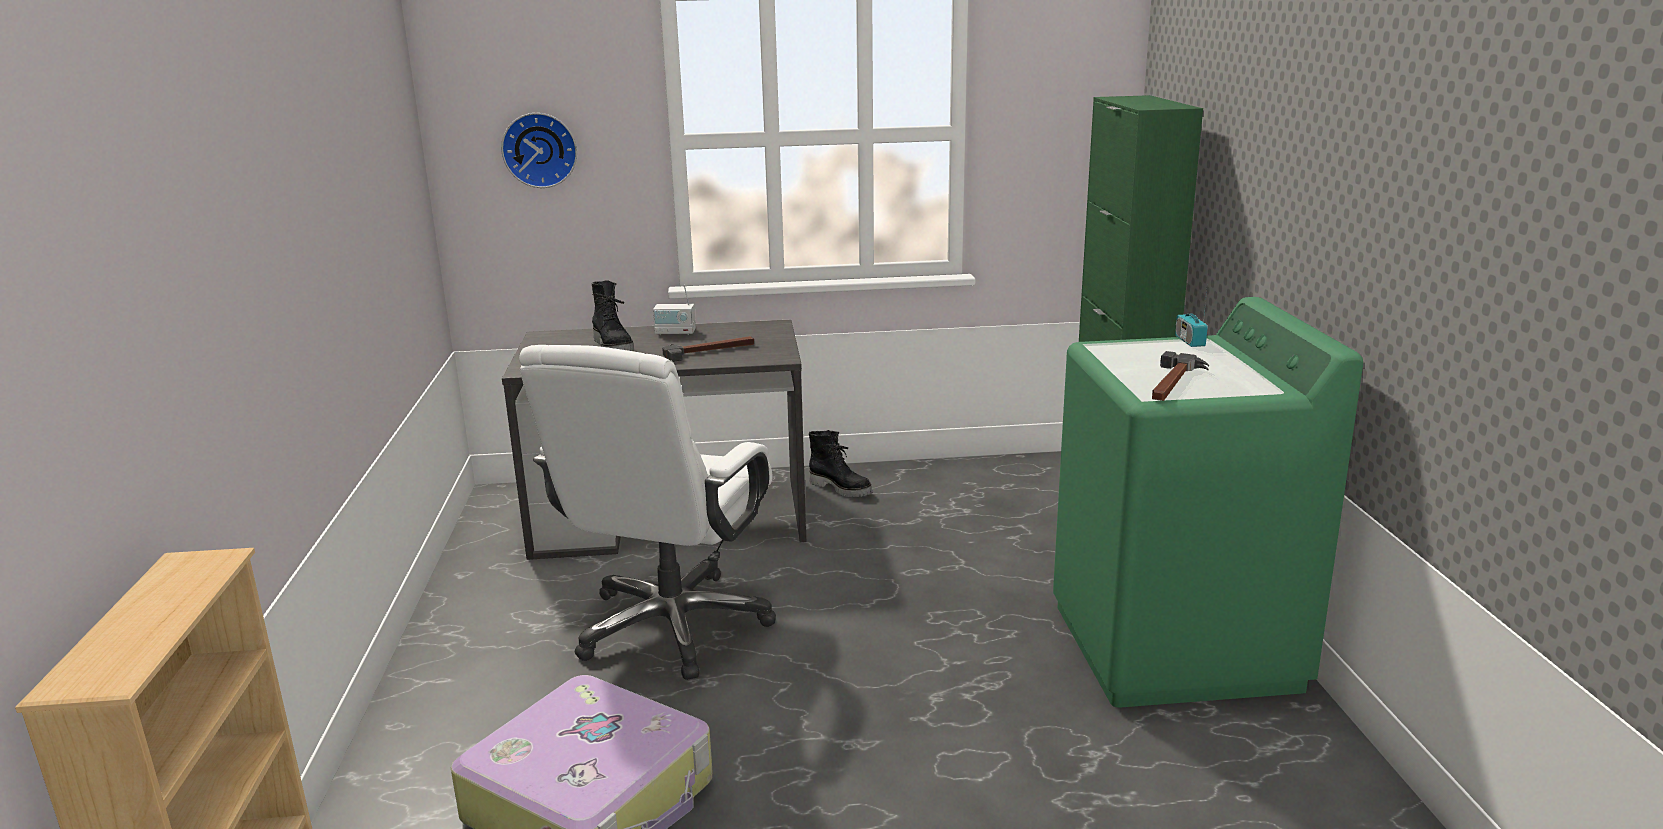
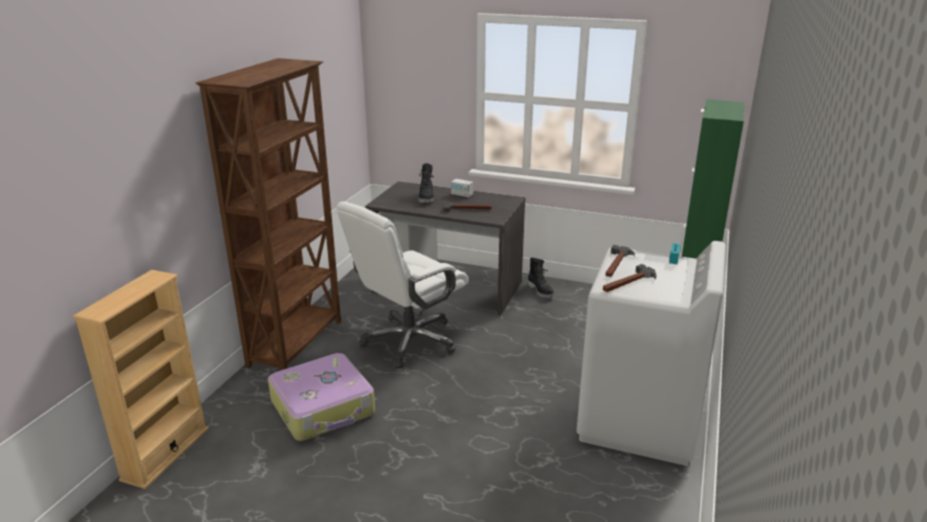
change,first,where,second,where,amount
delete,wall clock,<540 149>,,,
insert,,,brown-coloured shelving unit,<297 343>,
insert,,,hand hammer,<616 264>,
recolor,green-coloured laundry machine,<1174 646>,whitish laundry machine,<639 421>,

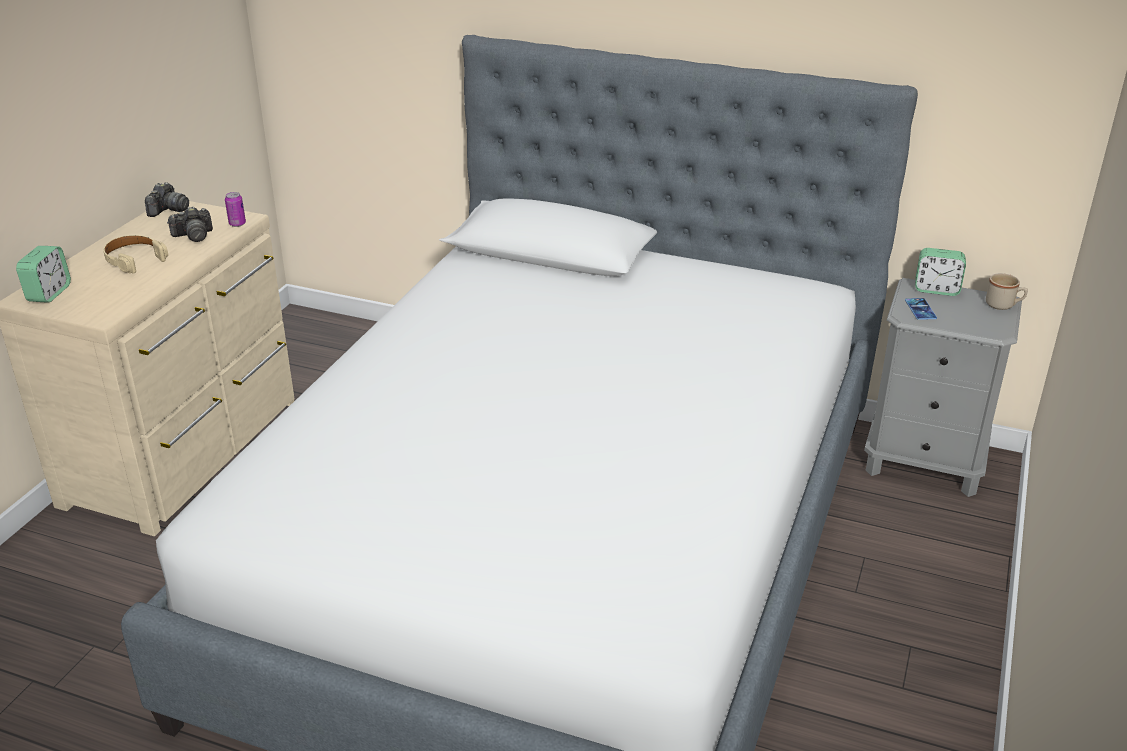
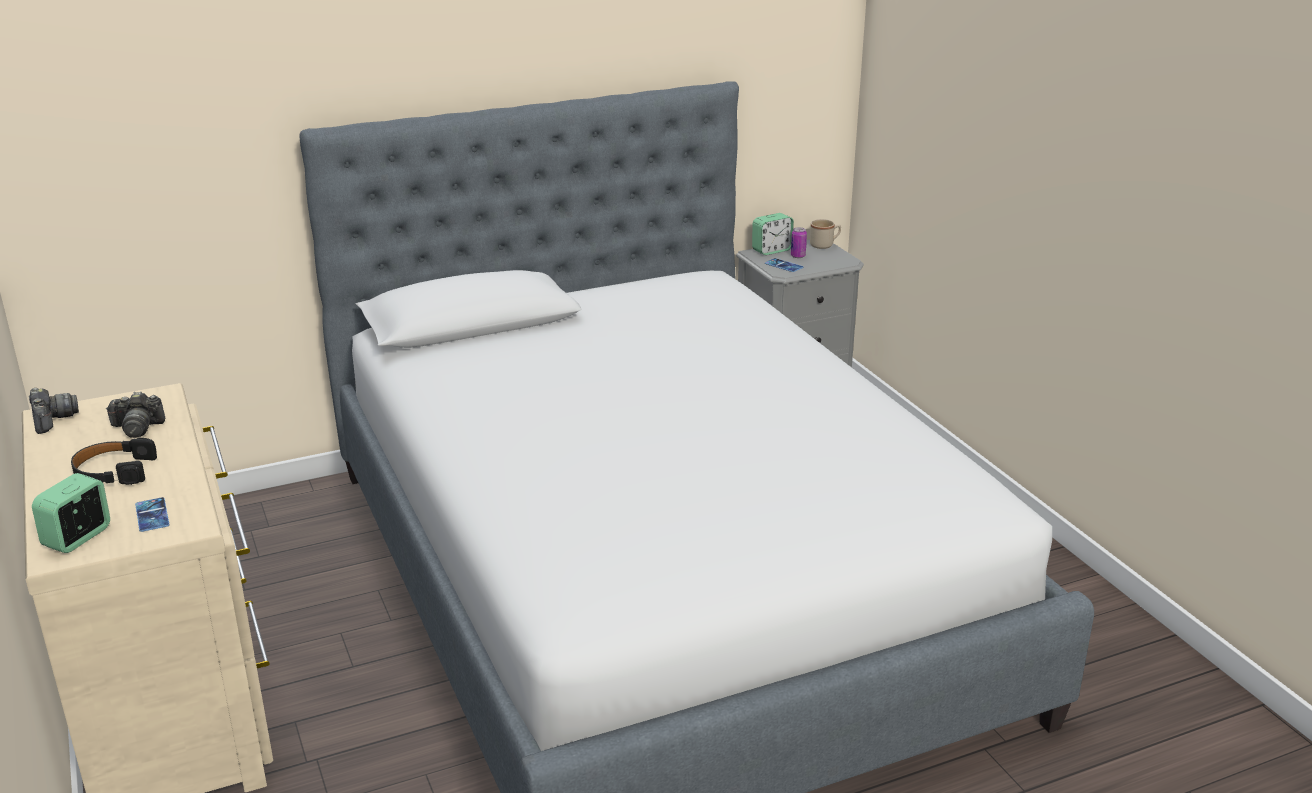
change,first,where,second,where,amount
insert,,,telephone,<152 515>,
move,metal can,<237 224>,,<798 256>,
recolor,beige headphones,<134 259>,black-coloured headphones,<114 471>,
rotate,alarm clock,<49 293>,,<78 537>,120 degrees counterclockwise
rotate,still camera,<193 236>,,<137 428>,60 degrees clockwise

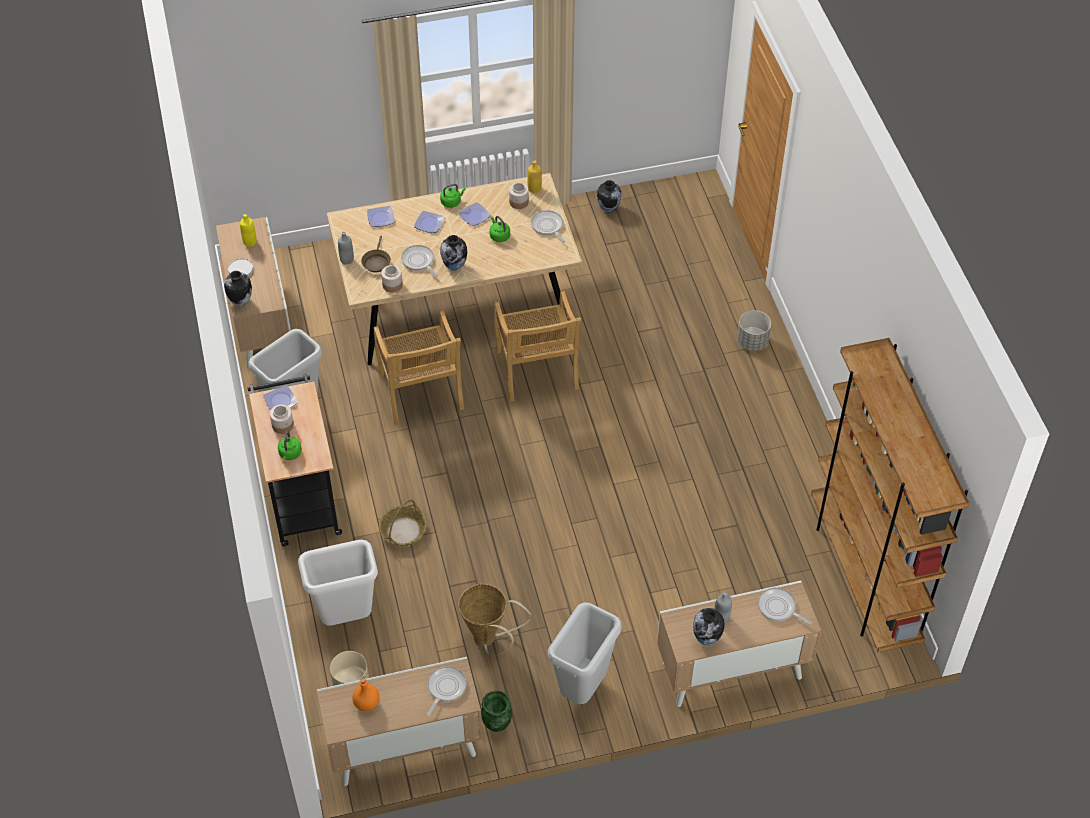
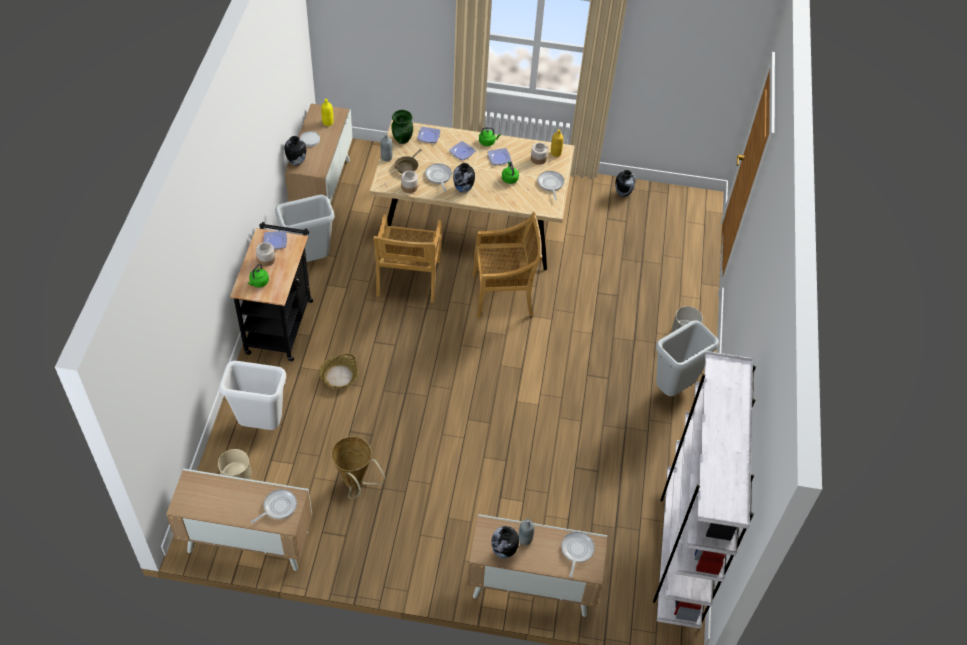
change,first,where,second,where,amount
delete,orange bottle,<366 703>,,,
move,green-coloured decorative vase,<497 724>,,<402 139>,
move,greyish rubbish bin,<583 689>,,<674 389>,
recolor,brown-coloured shelving unit,<863 576>,whitish shelving unit,<680 553>,
rotate,beige upright chair,<537 371>,,<504 294>,105 degrees counterclockwise
rotate,pan,<778 608>,,<576 551>,45 degrees clockwise

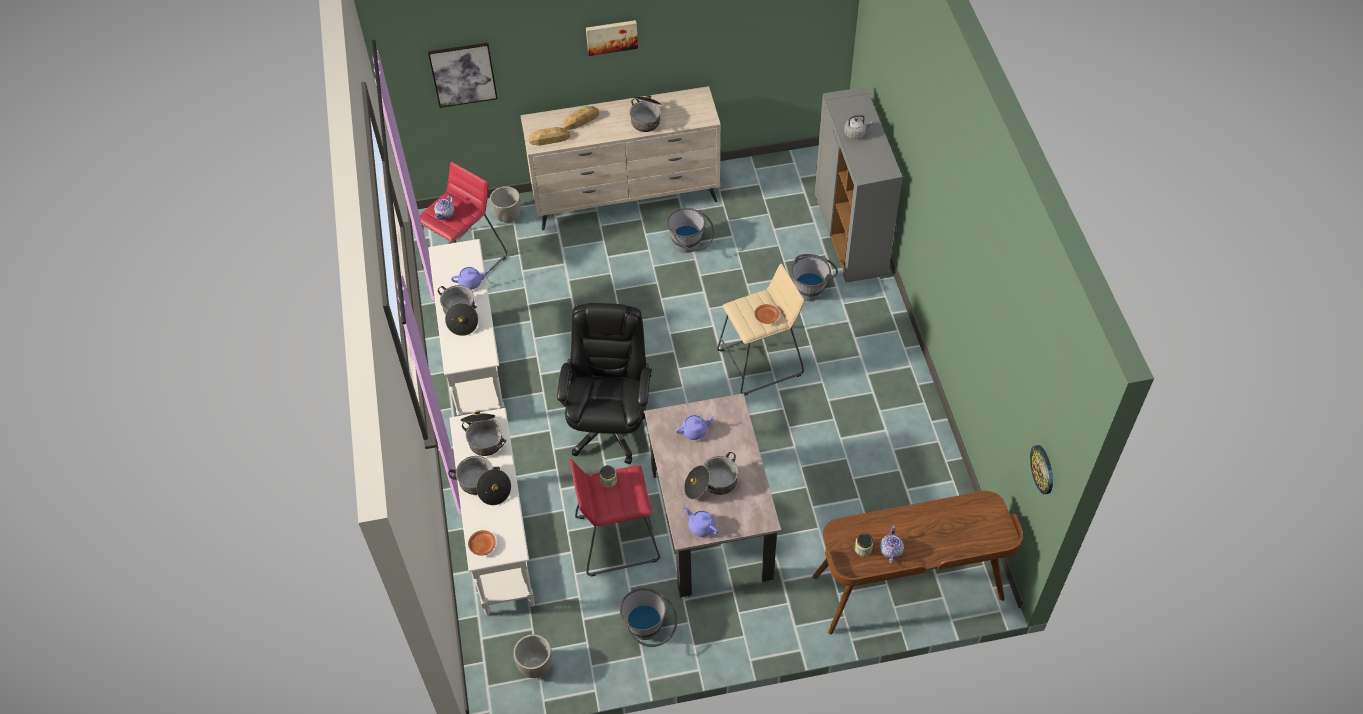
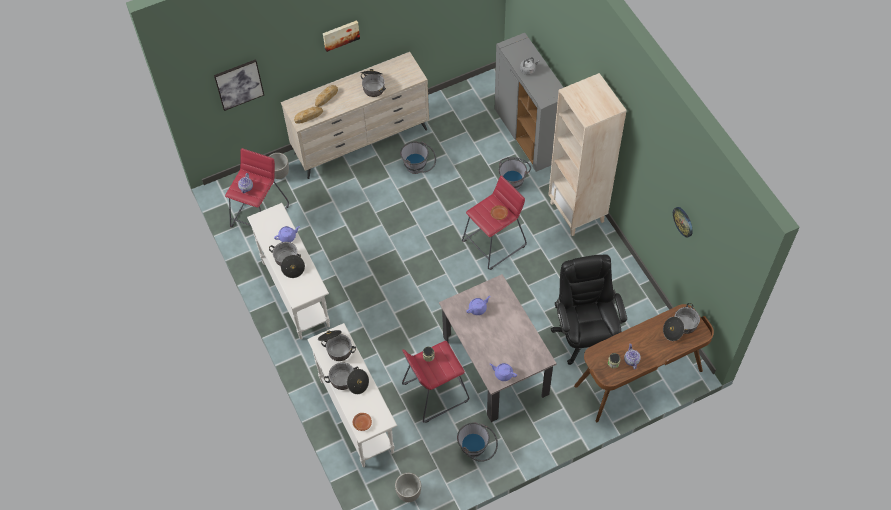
change,first,where,second,where,amount
insert,,,beige shelving unit,<577 212>,
move,black-coloured computer chair,<610 424>,,<585 335>,
move,cooking pot,<711 484>,,<680 327>,
move,wall clock,<1043 469>,,<683 221>,
recolor,beige stool,<760 362>,reddish stool,<494 243>,

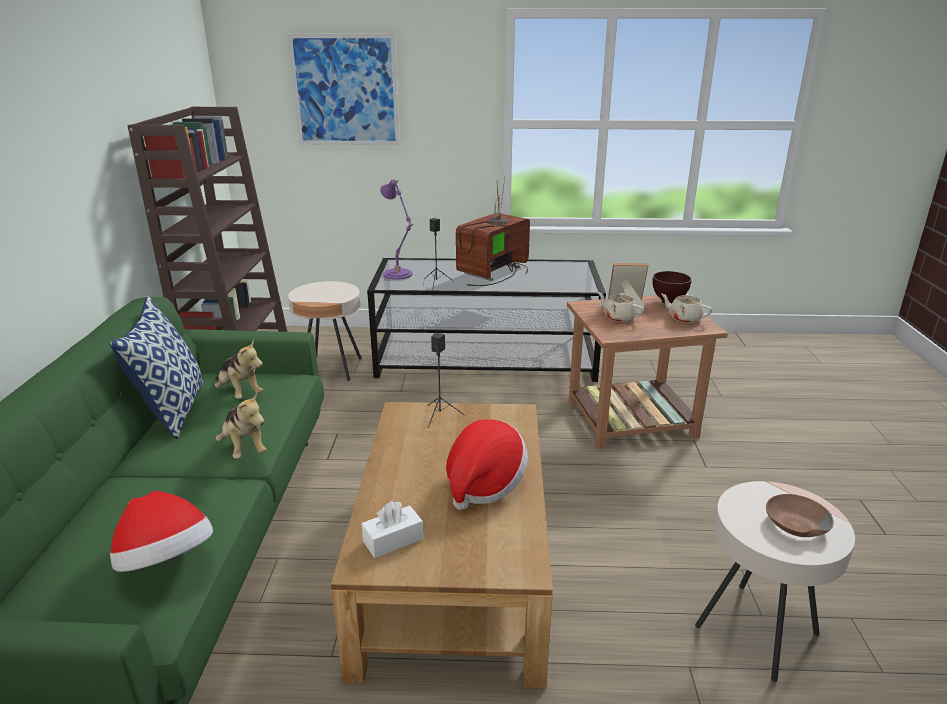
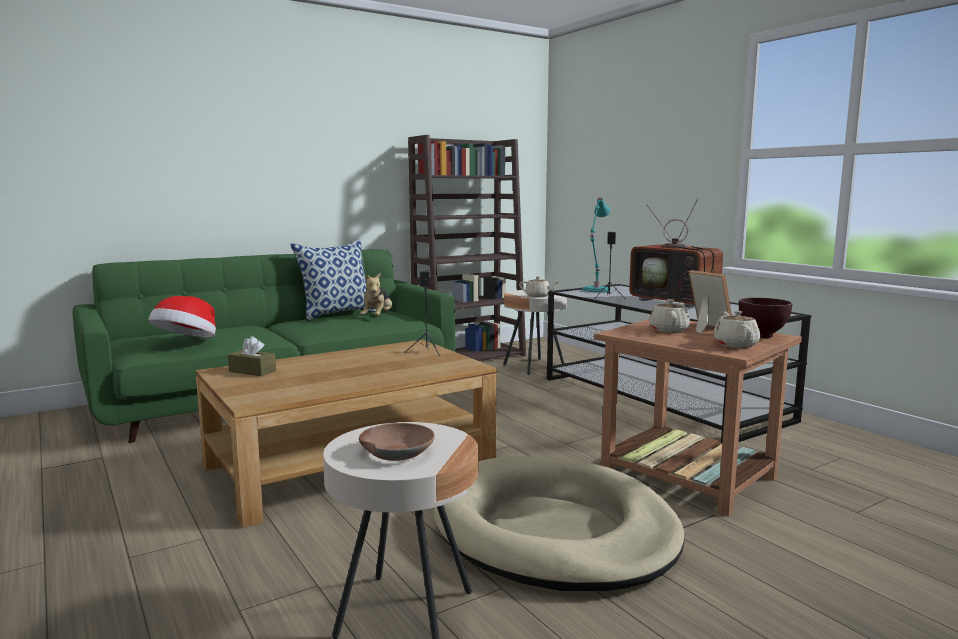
change,first,where,second,where,amount
delete,soft toy,<244 448>,,,
delete,wall picture,<345 90>,,,
delete,hat,<484 483>,,,
insert,,,beige pet bed,<554 530>,
insert,,,beige pot for tea,<538 296>,
recolor,whitish tissue box,<393 540>,brown-coloured tissue box,<252 371>,
recolor,purple table lamp,<399 275>,blue-green table lamp,<596 290>,
rotate,TV set,<493 272>,,<677 302>,135 degrees counterclockwise

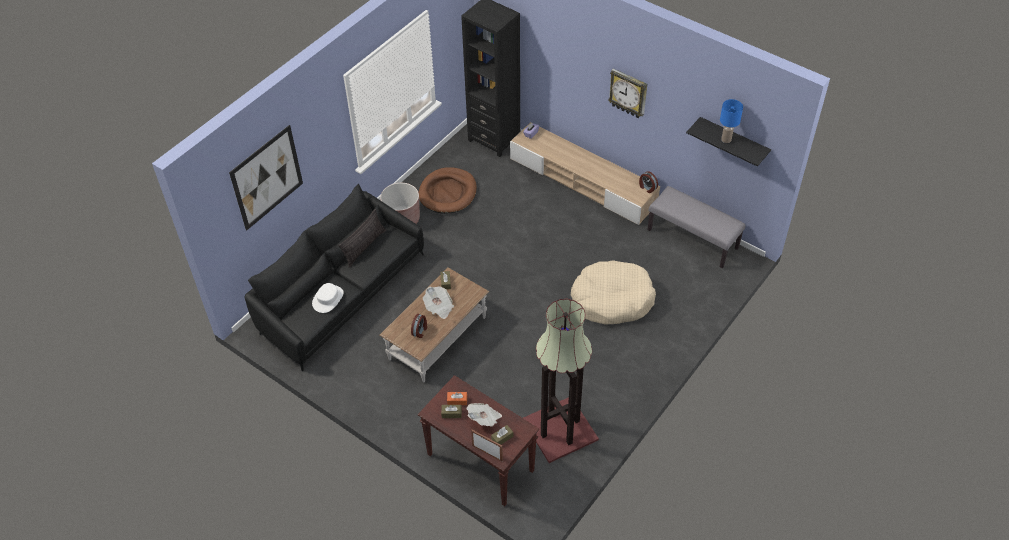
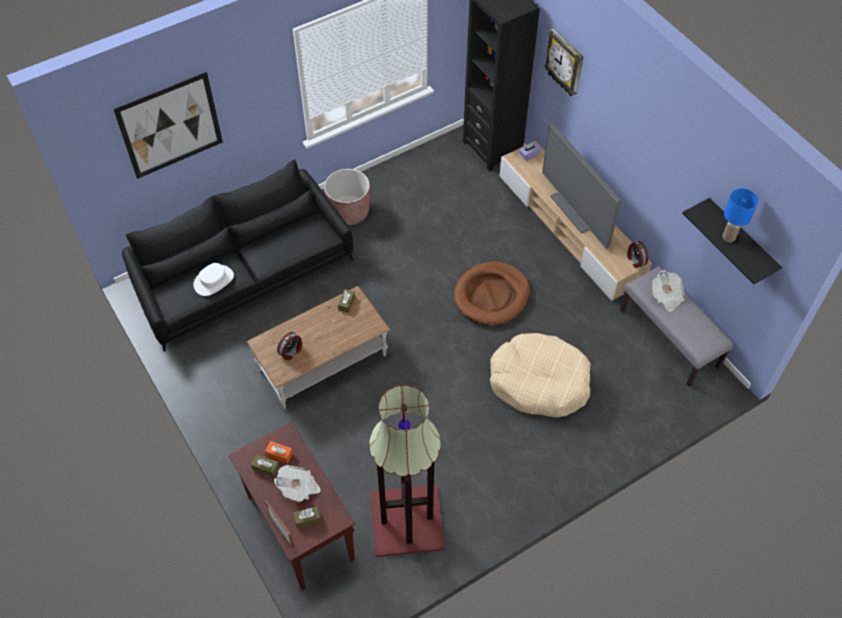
change,first,where,second,where,amount
delete,cushion,<364 247>,,,
insert,,,TV set,<577 210>,
move,brown-coloured pet bed,<448 193>,,<491 295>,
move,newspaper,<439 307>,,<666 296>,
move,wall clock,<628 93>,,<565 63>,

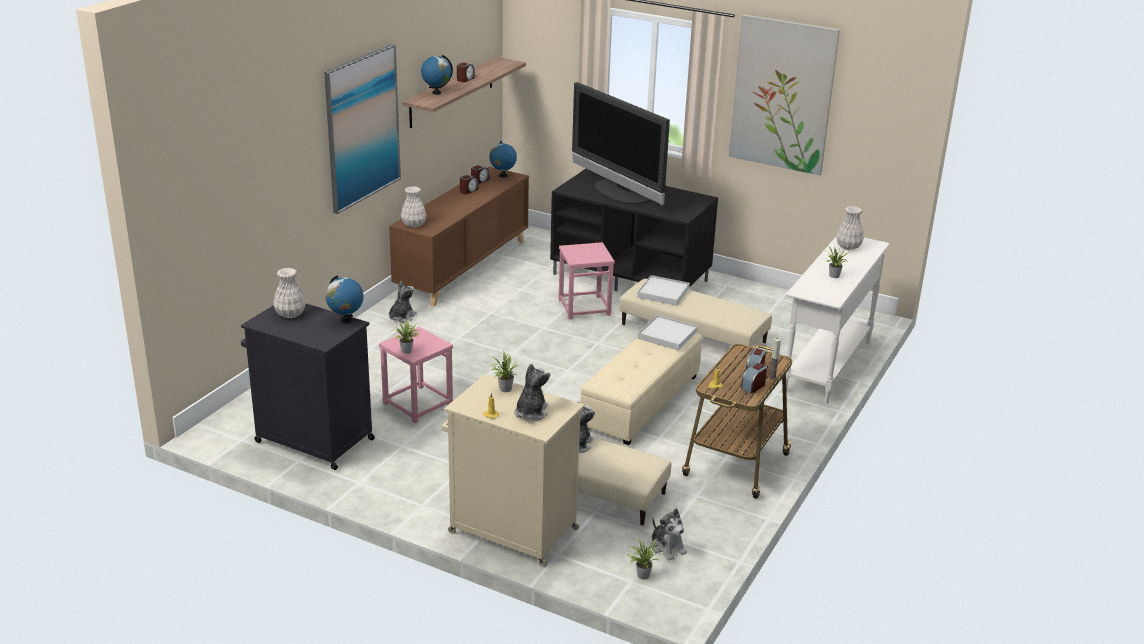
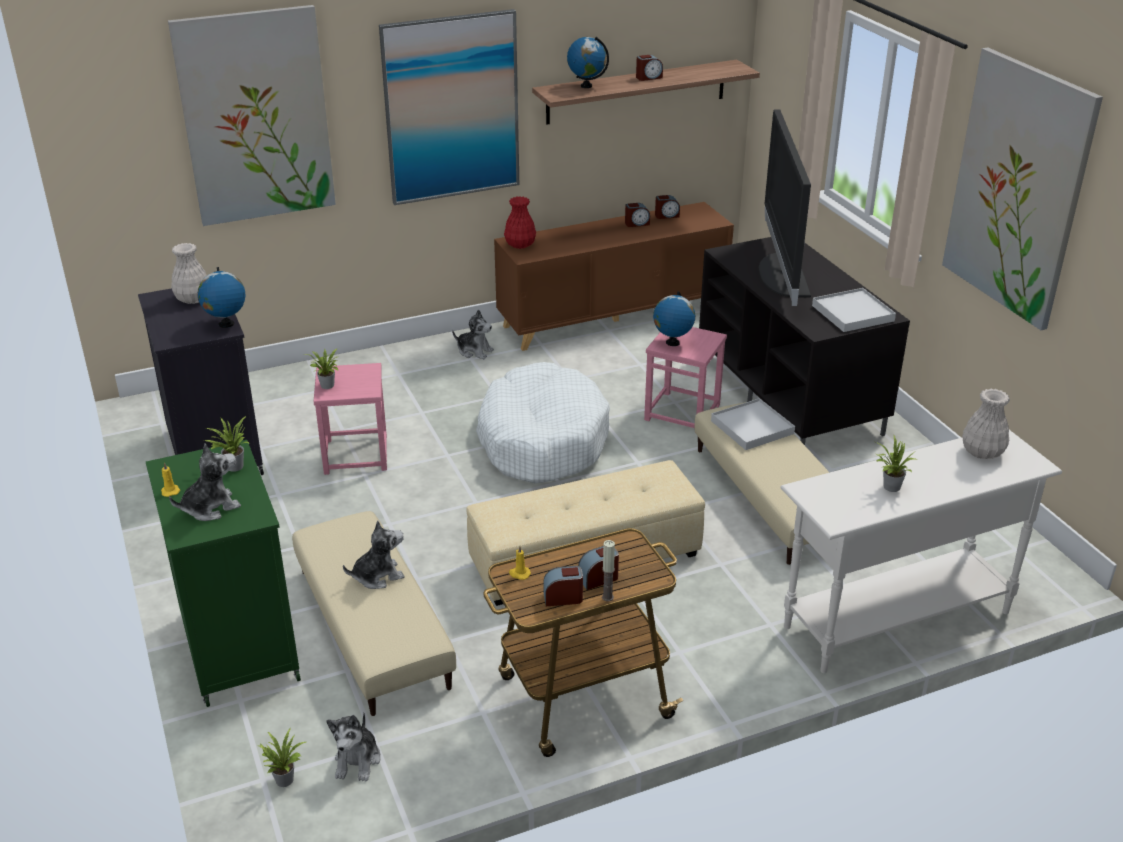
change,first,where,second,where,amount
insert,,,wall picture,<256 117>,
insert,,,whitish pet bed,<542 440>,
move,globe,<502 176>,,<672 343>,
move,whitish carrying tray,<667 335>,,<853 313>,
recolor,whitish decorative vase,<413 224>,reddish decorative vase,<519 245>,
recolor,beige cabinet,<511 530>,green-coloured cabinet,<238 644>,
rotate,soft toy,<401 317>,,<474 351>,45 degrees clockwise

